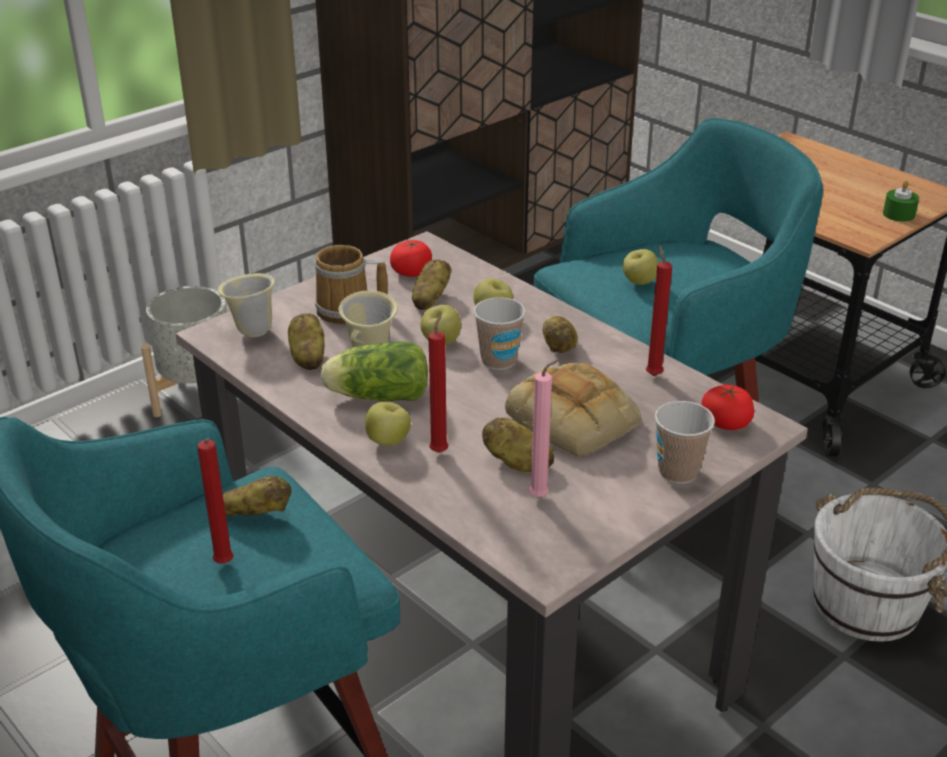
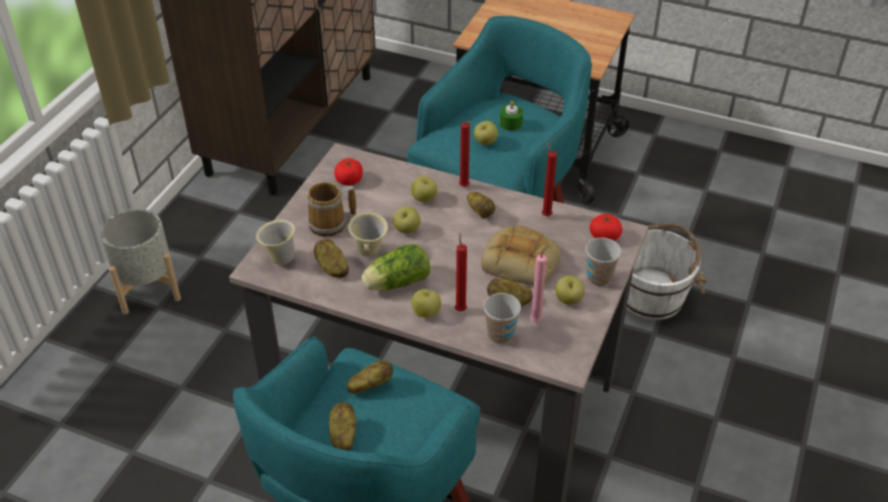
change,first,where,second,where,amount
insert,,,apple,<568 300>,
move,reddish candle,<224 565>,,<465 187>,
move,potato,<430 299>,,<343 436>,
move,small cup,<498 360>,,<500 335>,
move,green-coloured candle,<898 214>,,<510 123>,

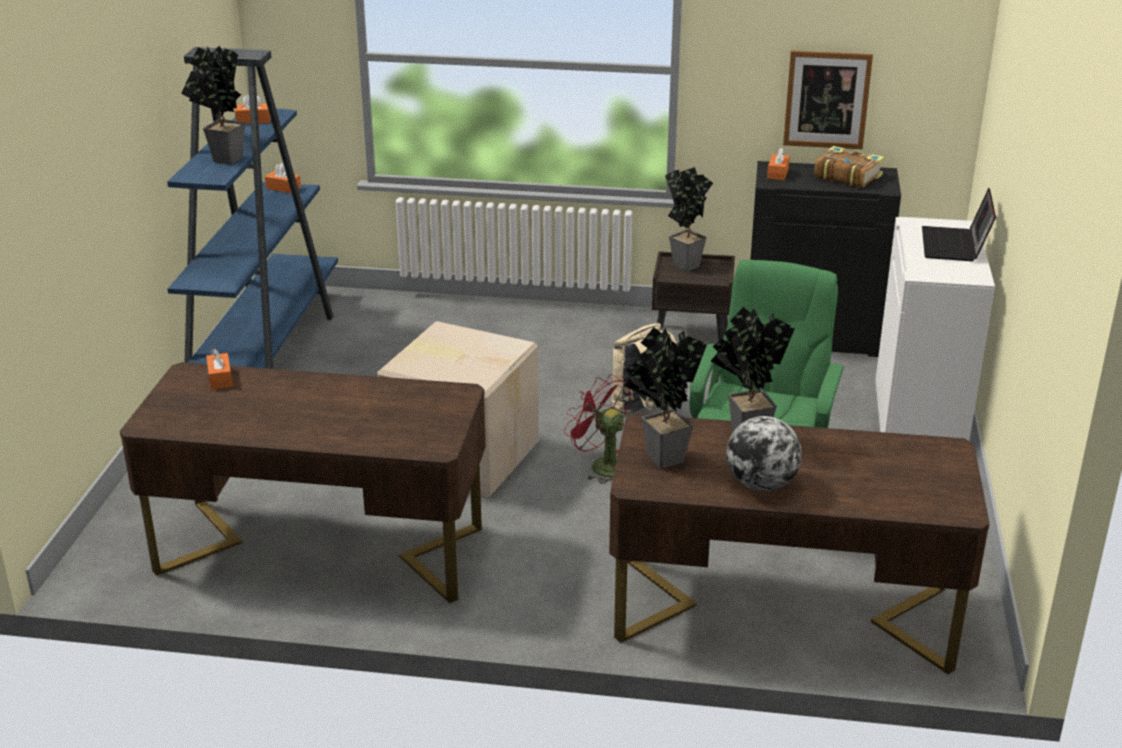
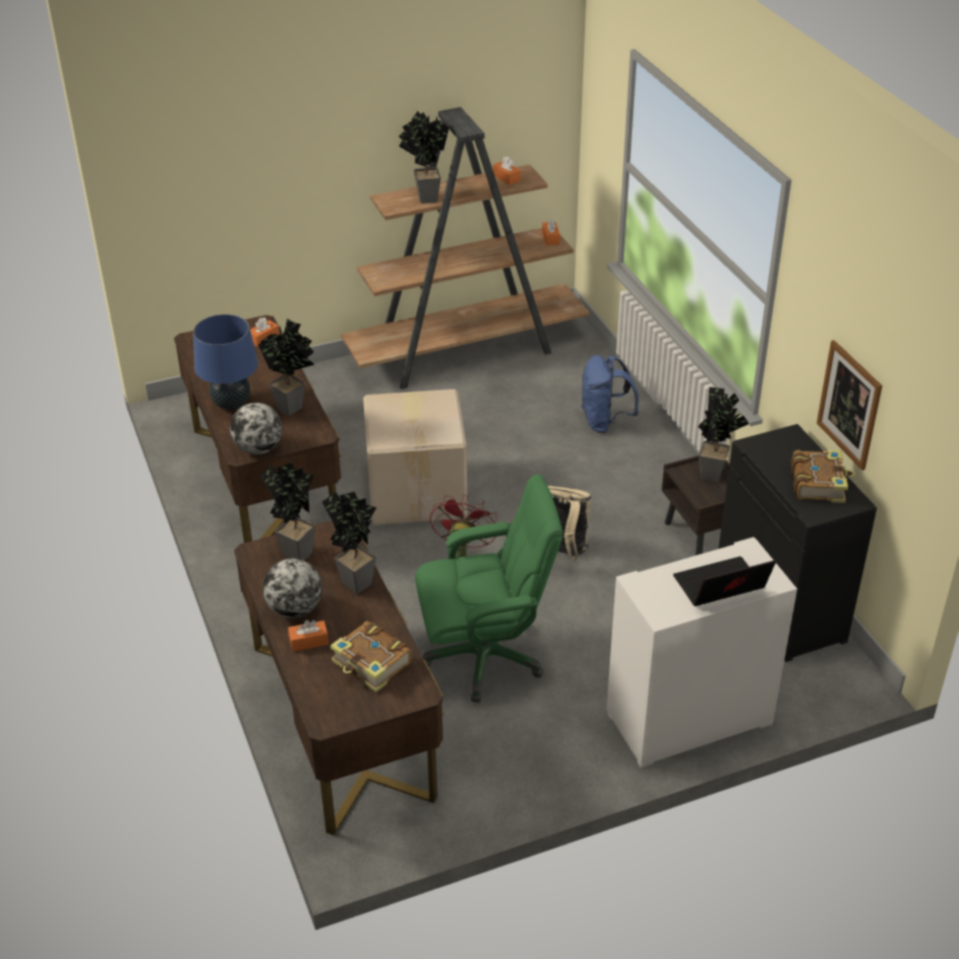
change,first,where,second,where,amount
insert,,,bluish table lamp,<231 403>,
insert,,,globe,<258 448>,
insert,,,houseplant,<294 407>,
insert,,,bound book,<371 664>,
insert,,,bluish backpack,<605 422>,
move,orange tissue box,<777 173>,,<309 641>,
recolor,bluish shelving unit,<263 357>,brown-coloured shelving unit,<467 351>,

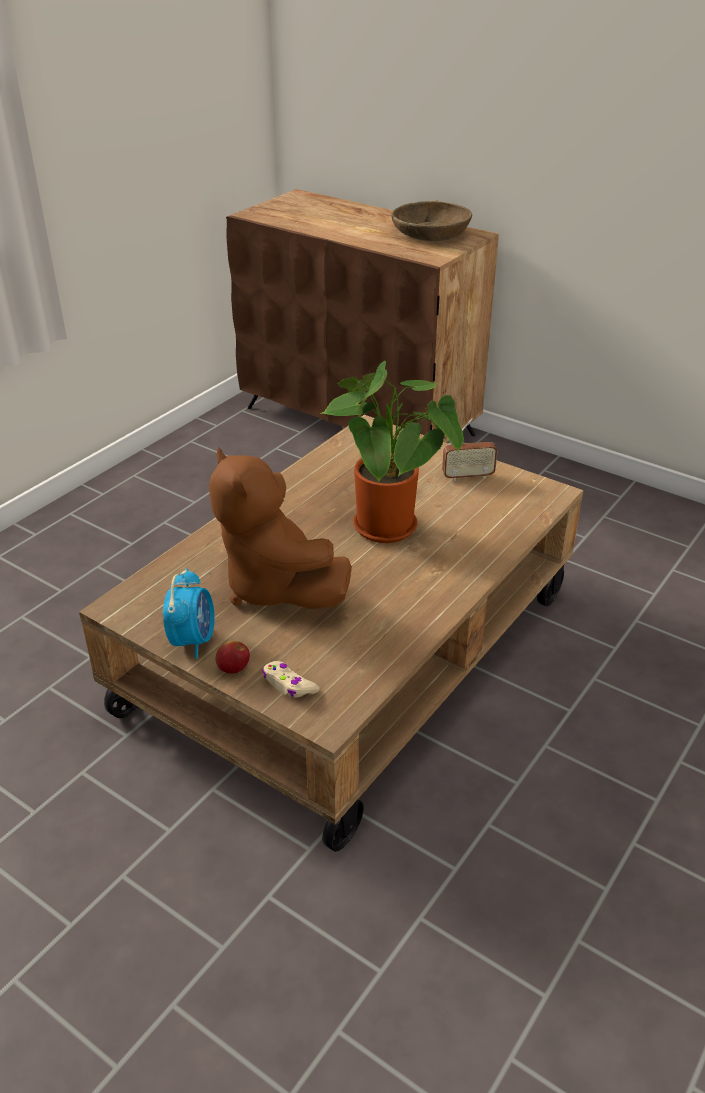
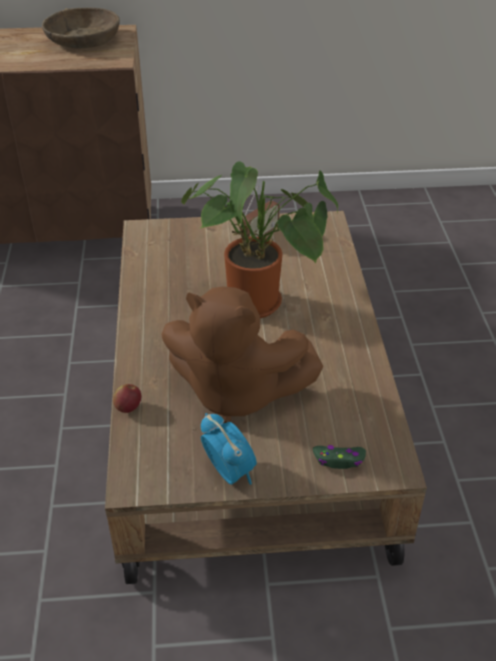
change,first,where,second,where,amount
move,apple,<233 669>,,<128 407>,
recolor,beige gamepad,<289 685>,green-coloured gamepad,<339 460>,

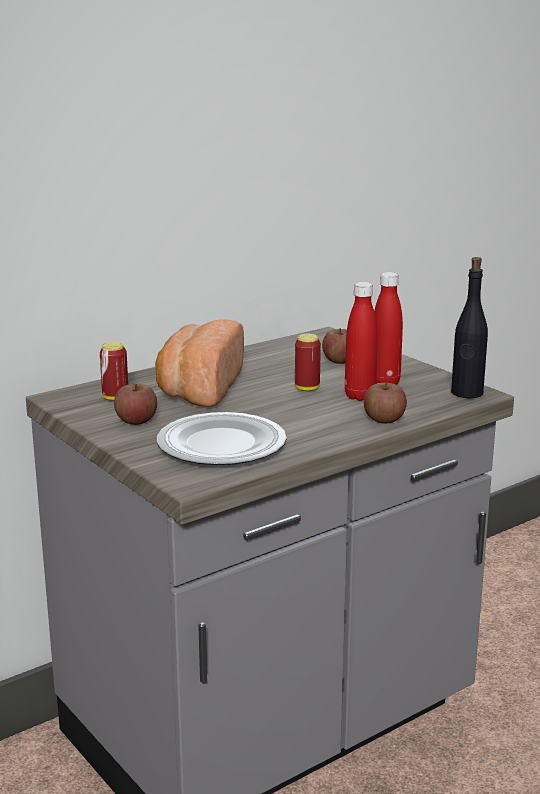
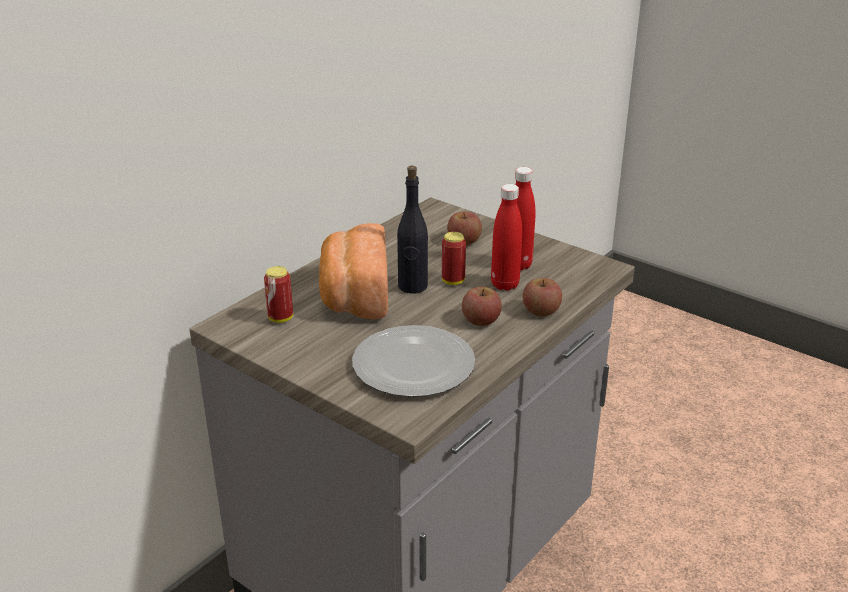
change,first,where,second,where,amount
move,apple,<136 420>,,<481 320>,
move,black-coloured bottle,<467 393>,,<412 286>,

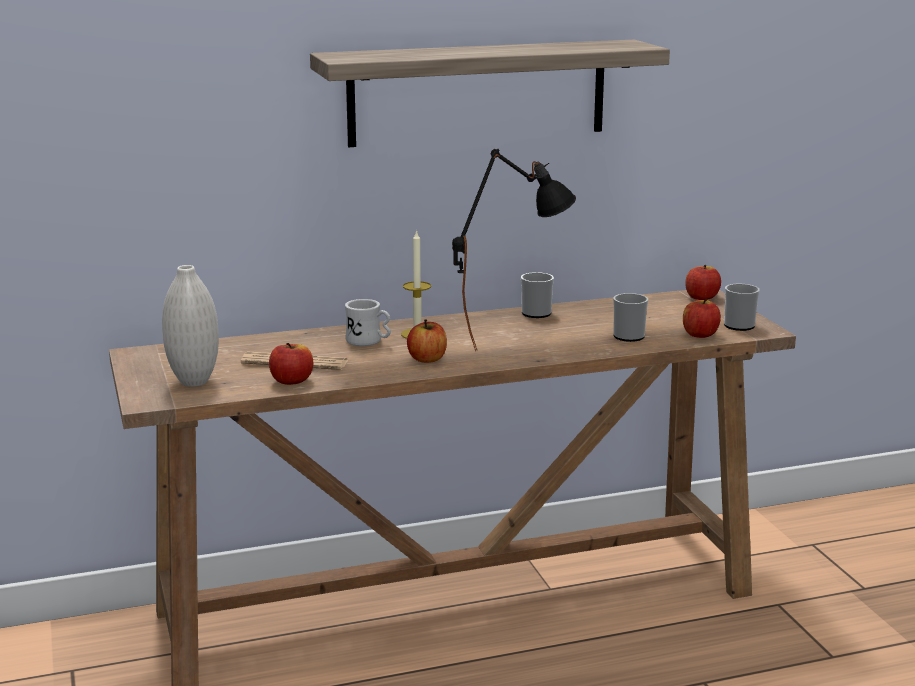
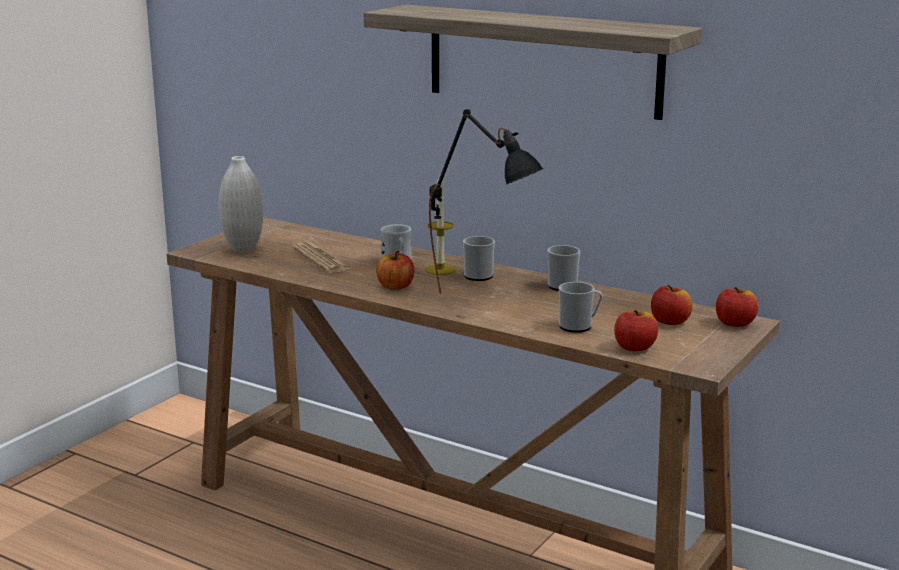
change,first,where,second,where,amount
move,apple,<291 381>,,<670 321>,
move,mug,<738 324>,,<481 275>,

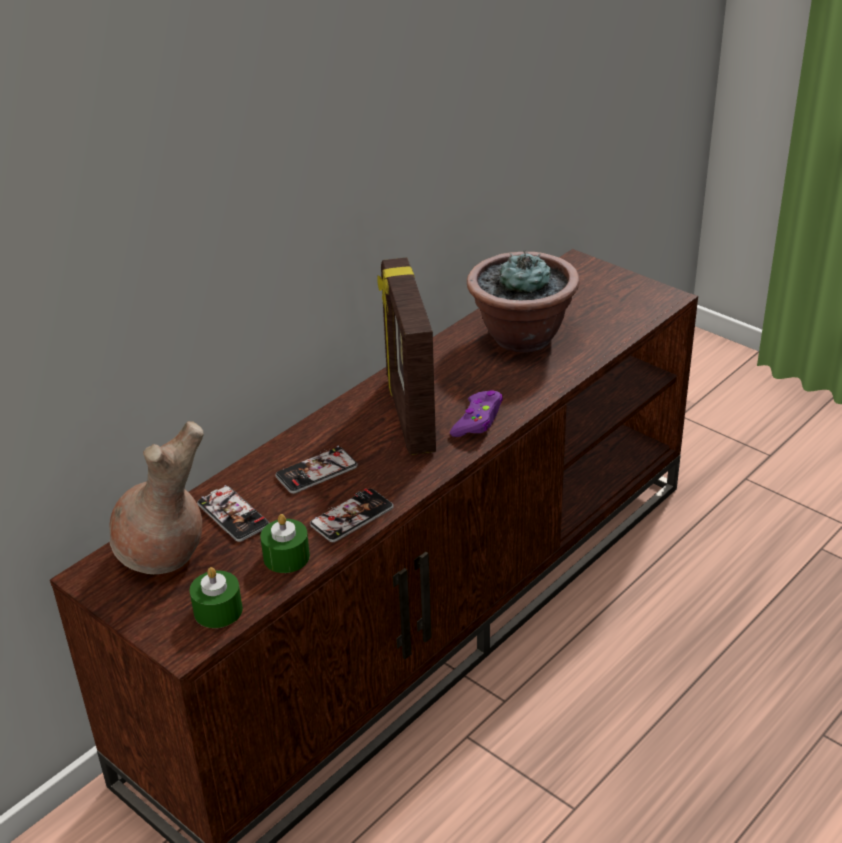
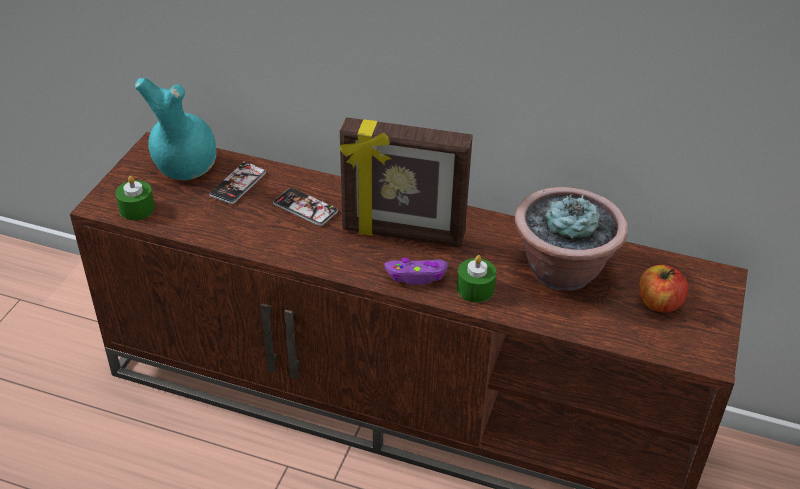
change,first,where,second,where,amount
delete,telephone,<352 516>,,,
insert,,,apple,<659 303>,
move,green-coloured candle,<286 557>,,<475 289>,
recolor,brown-coloured decorative vase,<163 556>,blue-green decorative vase,<183 168>,
rotate,standing frame,<408 414>,,<403 234>,135 degrees counterclockwise

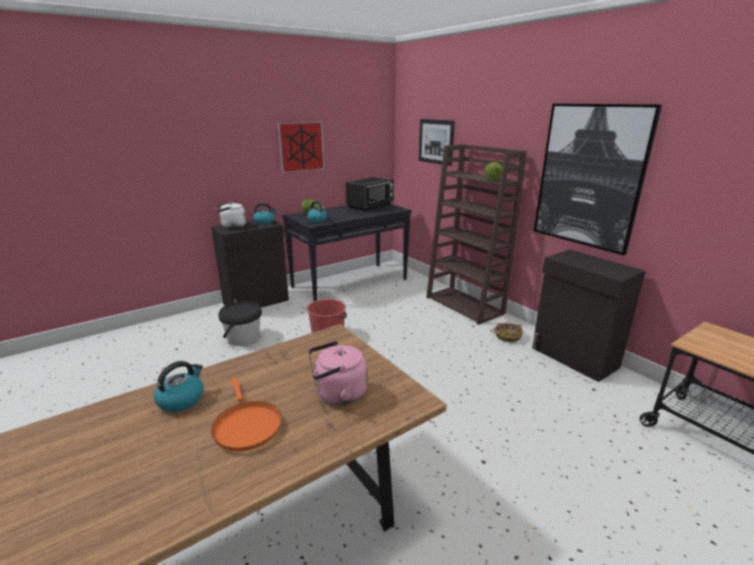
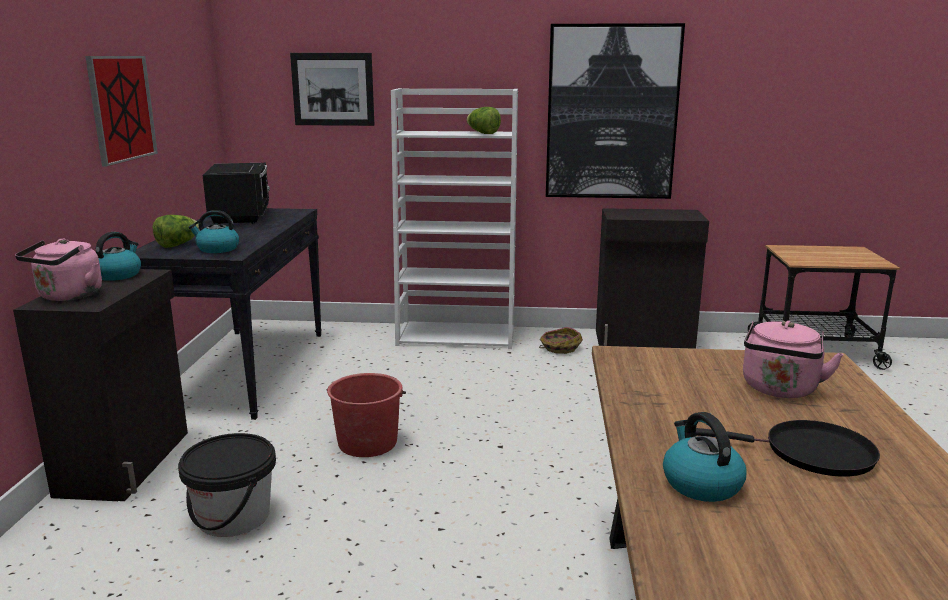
change,first,where,second,where,amount
recolor,orange pan,<246 425>,black-coloured pan,<811 453>,
recolor,whitish kettle,<232 226>,pink kettle,<68 296>,
recolor,brown-coloured shelving unit,<465 305>,whitish shelving unit,<457 336>,

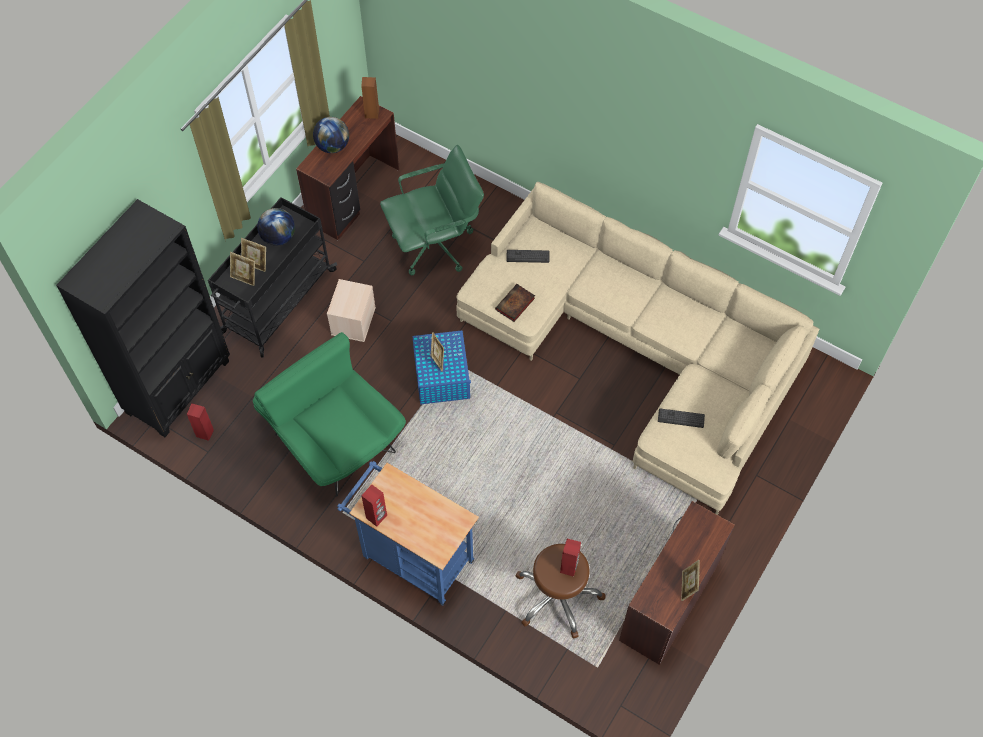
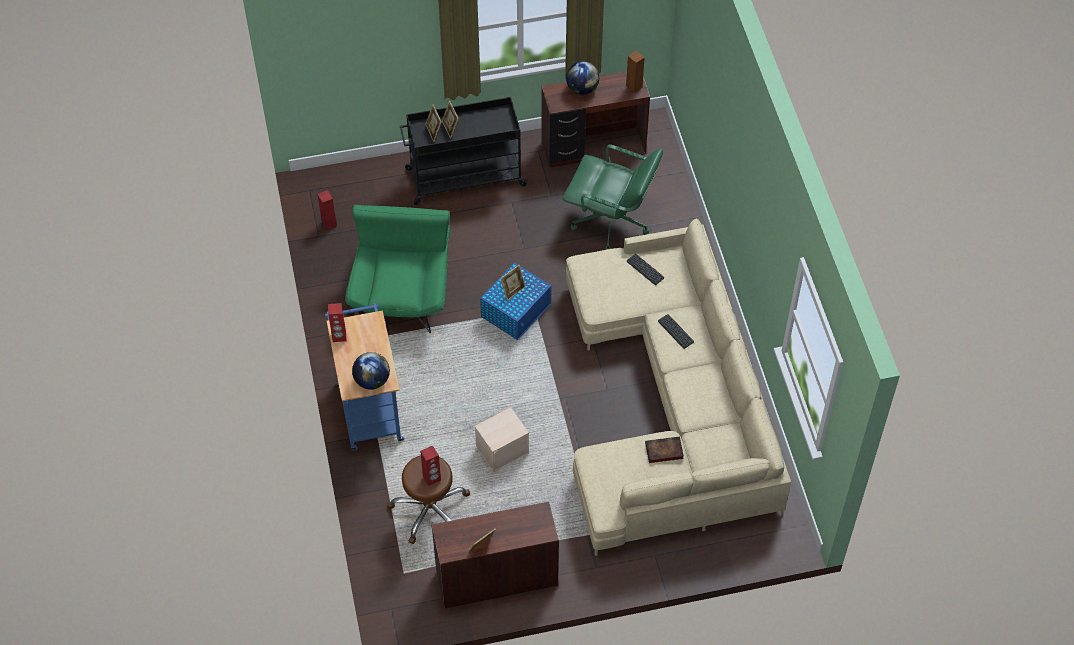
change,first,where,second,where,amount
delete,black-coloured shelving unit,<179 386>,,,
move,globe,<278 237>,,<372 380>,
move,beige storage box,<353 320>,,<502 449>,
move,bound book,<515 305>,,<663 451>,
move,computer keyboard,<681 418>,,<675 331>,

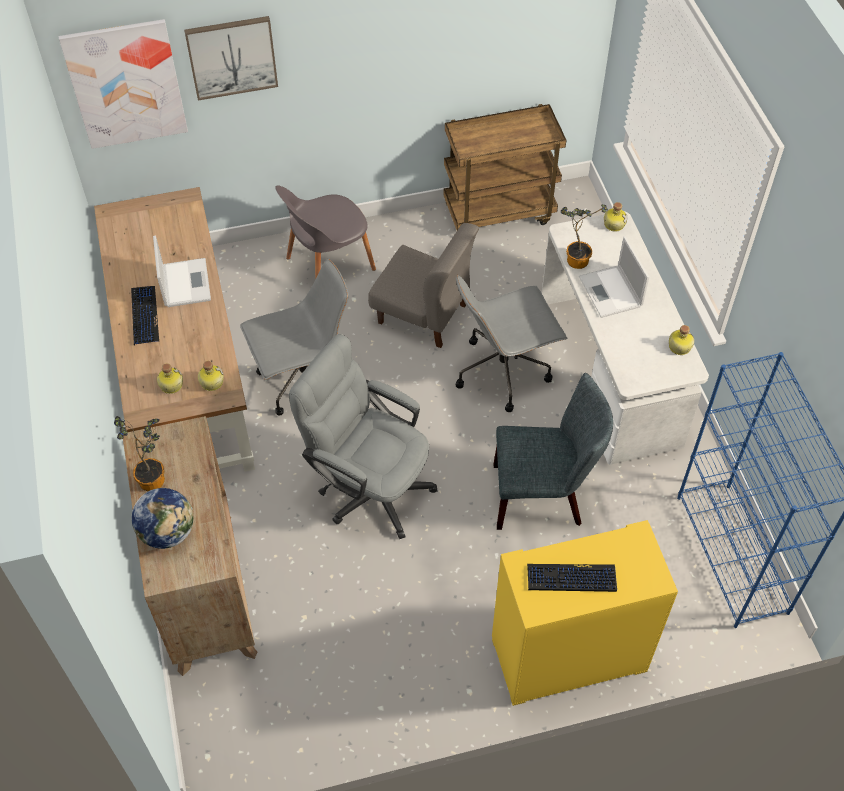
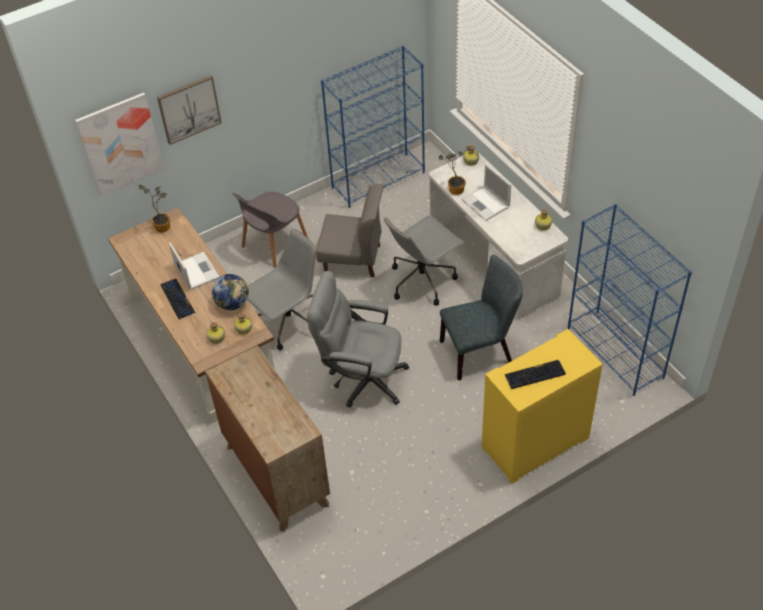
change,first,where,second,where,amount
move,houseplant,<154 477>,,<163 225>,
move,globe,<168 532>,,<232 303>,
replace,brown-coloured trolley,<499 212>,bluish shelving unit,<378 179>,

